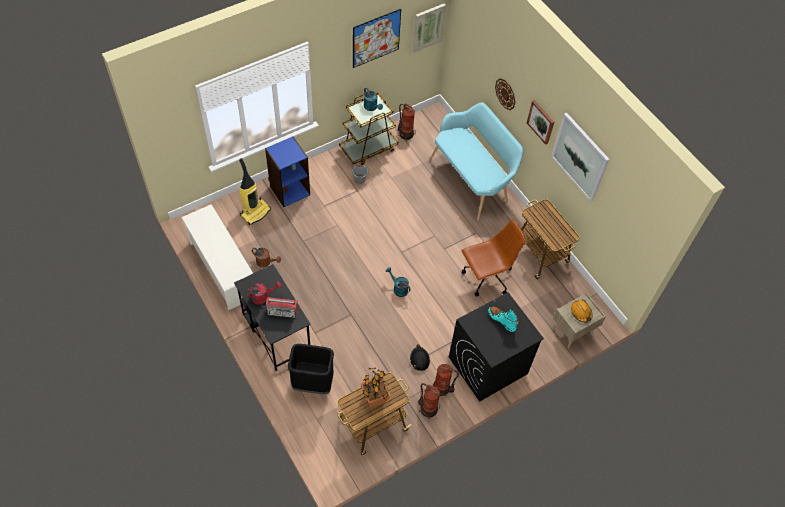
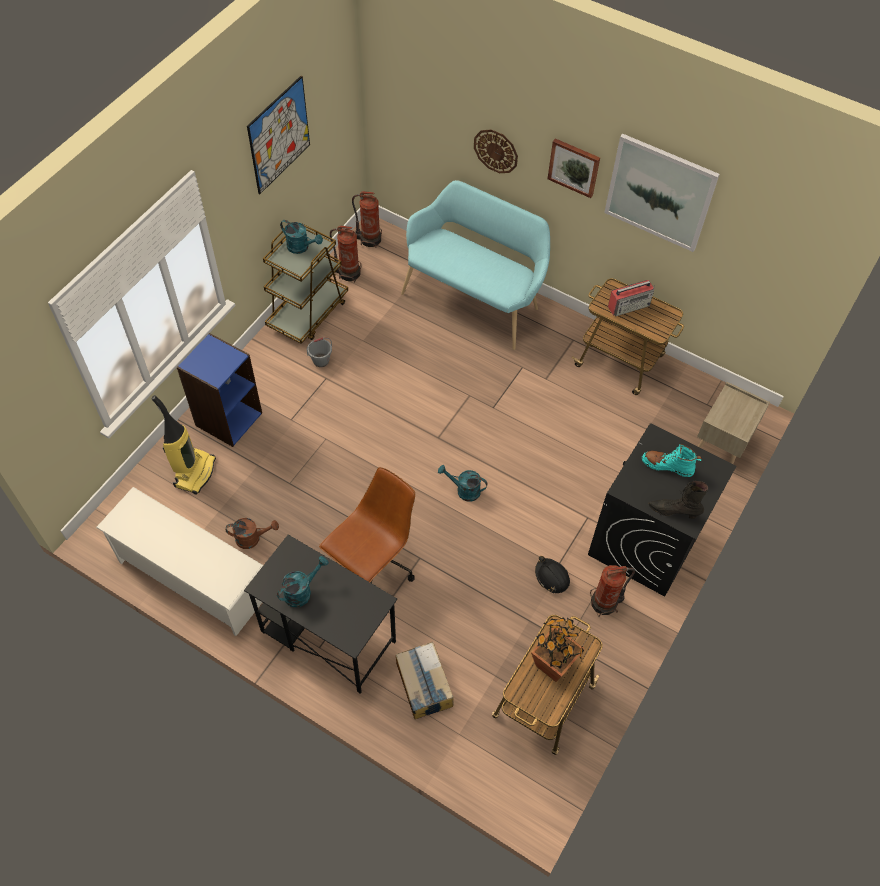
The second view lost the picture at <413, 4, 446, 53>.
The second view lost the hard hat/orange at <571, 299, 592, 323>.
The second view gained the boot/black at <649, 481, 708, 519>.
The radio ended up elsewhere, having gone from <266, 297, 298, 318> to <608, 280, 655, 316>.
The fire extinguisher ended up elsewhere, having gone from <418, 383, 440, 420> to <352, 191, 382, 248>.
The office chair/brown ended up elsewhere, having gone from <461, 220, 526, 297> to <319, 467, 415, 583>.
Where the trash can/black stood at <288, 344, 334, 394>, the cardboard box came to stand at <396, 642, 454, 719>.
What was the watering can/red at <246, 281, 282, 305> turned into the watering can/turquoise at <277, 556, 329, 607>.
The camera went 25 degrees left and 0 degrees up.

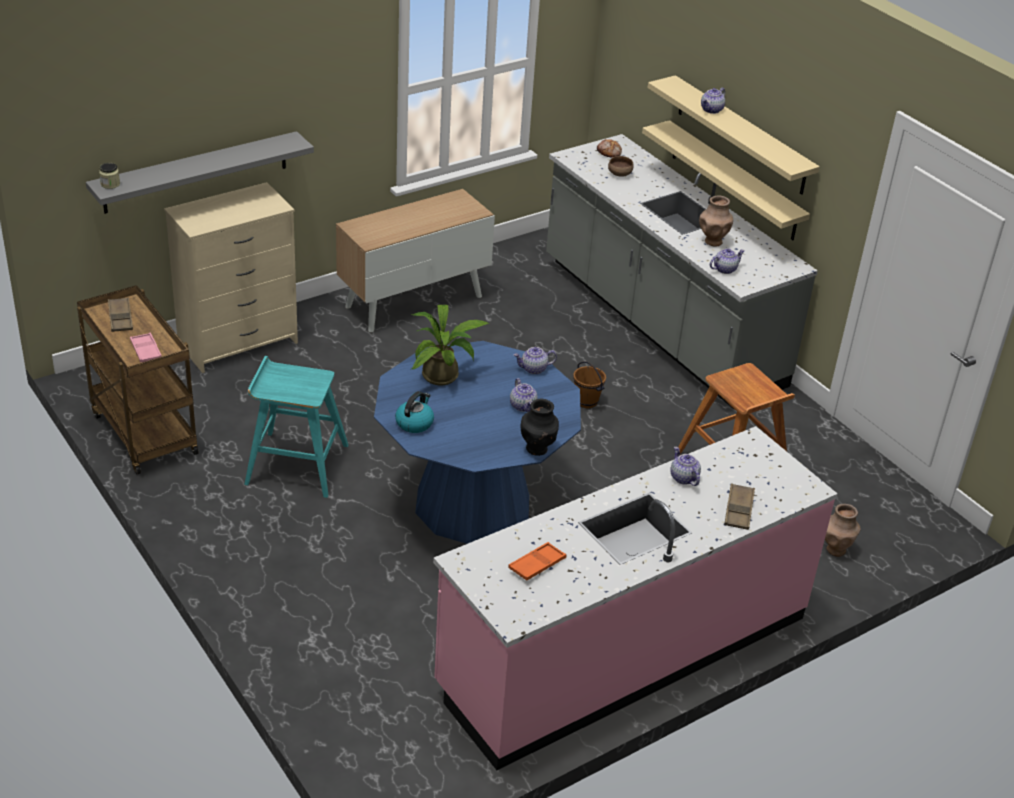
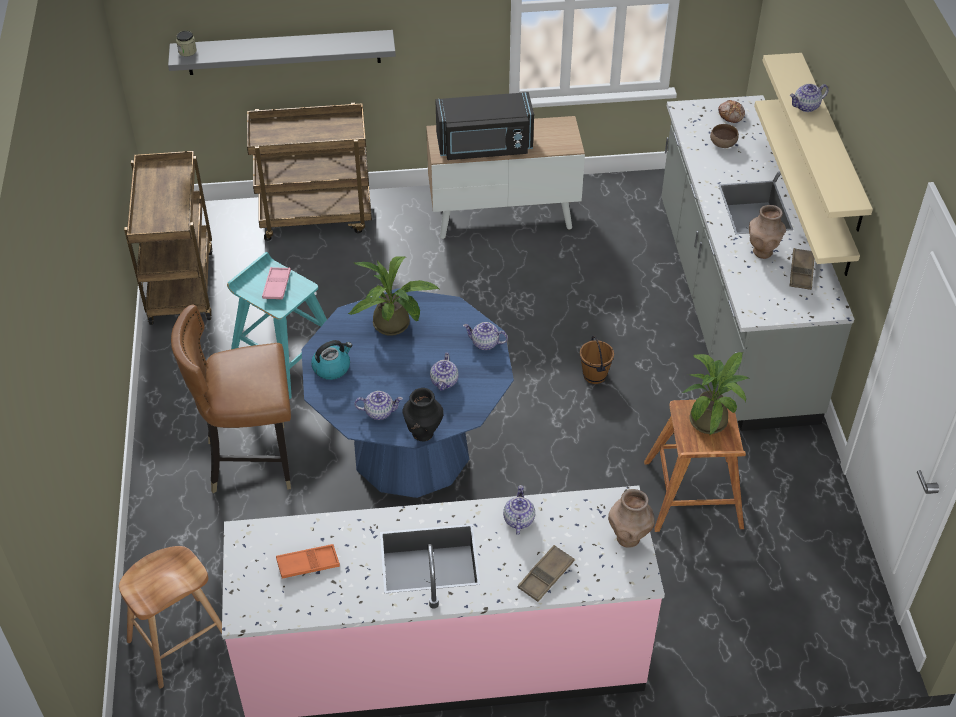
The second view gained the stool/brown at <119, 546, 222, 689>.
The second view gained the chair/brown at <171, 305, 291, 493>.
The second view gained the microwave/black at <435, 92, 534, 160>.
The second view gained the potted plant at <682, 352, 749, 435>.
The tray/brown ended up elsewhere, having gone from <108, 298, 133, 332> to <789, 248, 814, 290>.
The tray/pink ended up elsewhere, having gone from <130, 333, 162, 363> to <262, 267, 291, 300>.
The teapot ended up elsewhere, having gone from <710, 249, 745, 274> to <354, 391, 403, 420>.
The vase/brown ended up elsewhere, having gone from <825, 504, 861, 557> to <608, 489, 655, 548>.
Where the dresser/beige stood at <164, 182, 298, 373>, the cart/brown came to stand at <247, 103, 372, 241>.
The camera went 30 degrees right and 10 degrees up.

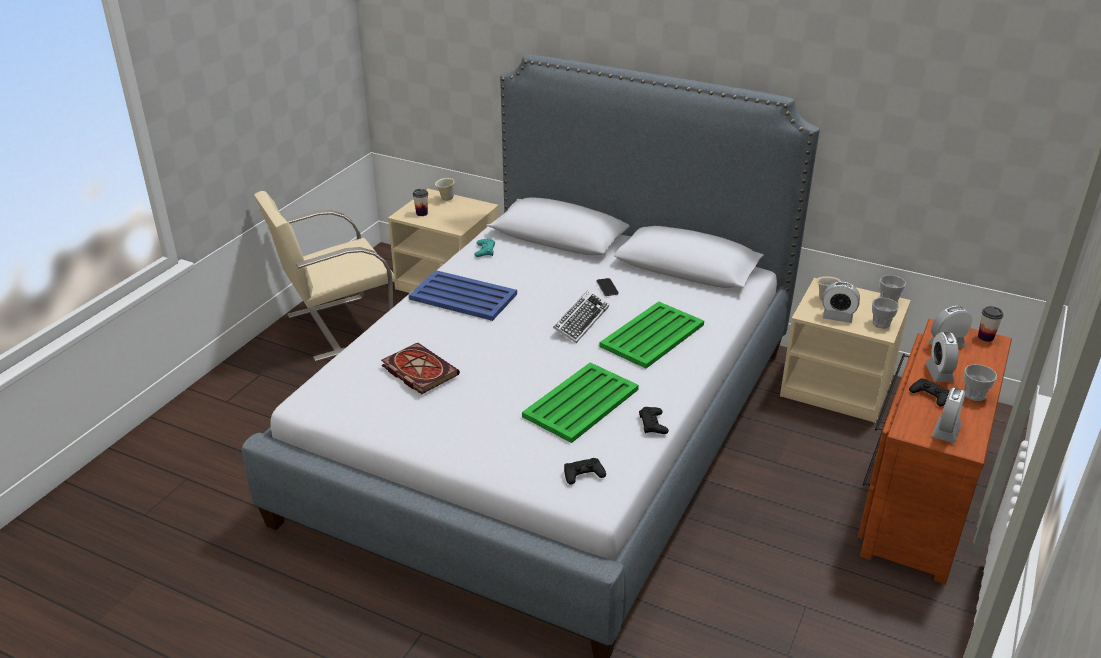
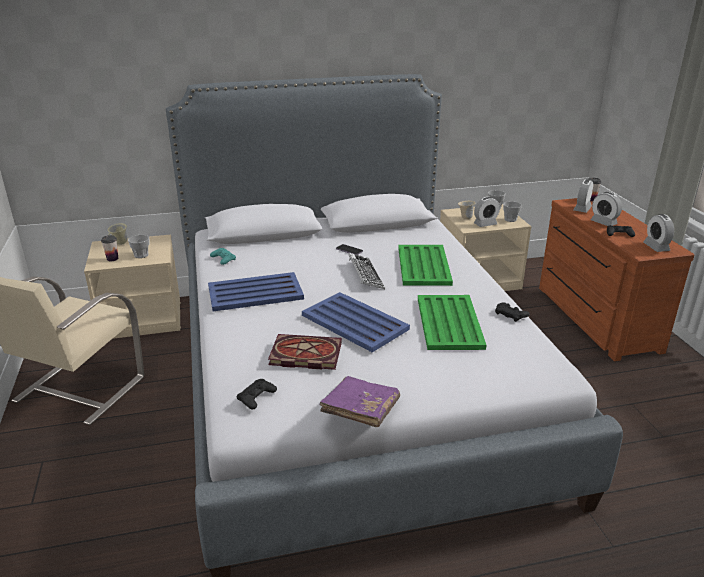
The second view gained the tray/blue at <302, 292, 410, 352>.
The second view gained the book/purple at <319, 376, 400, 427>.
The game controller/black ended up elsewhere, having gone from <564, 458, 606, 484> to <236, 379, 277, 410>.
The cup ended up elsewhere, having gone from <964, 364, 997, 401> to <128, 235, 149, 258>.
The camera went 40 degrees left and 5 degrees down.

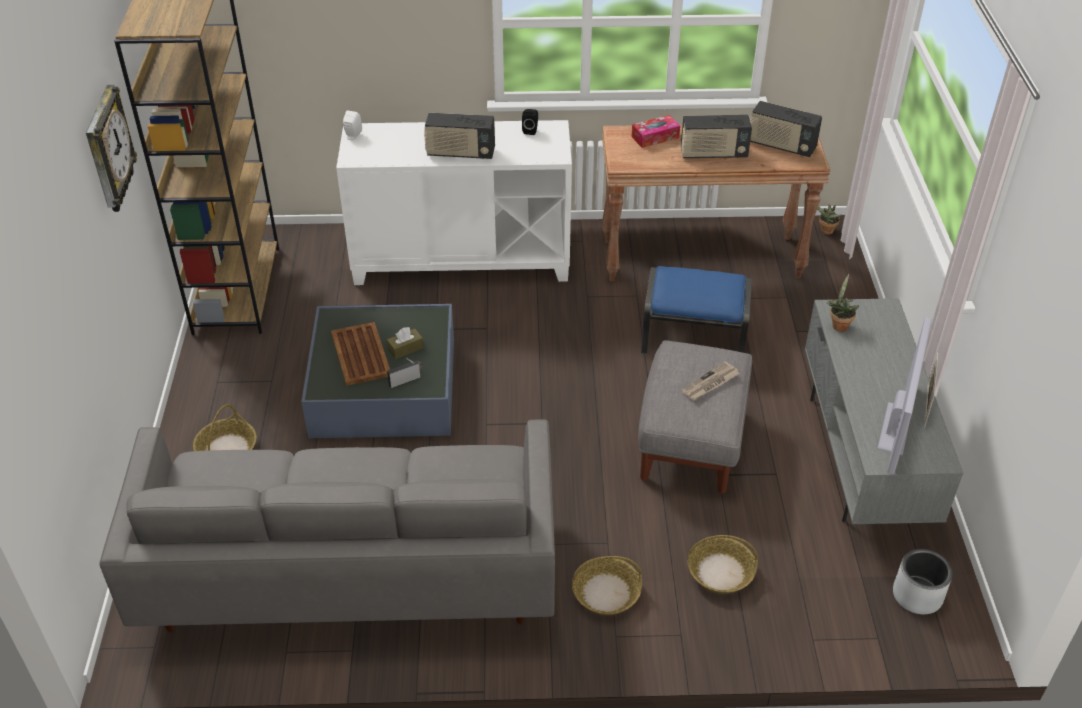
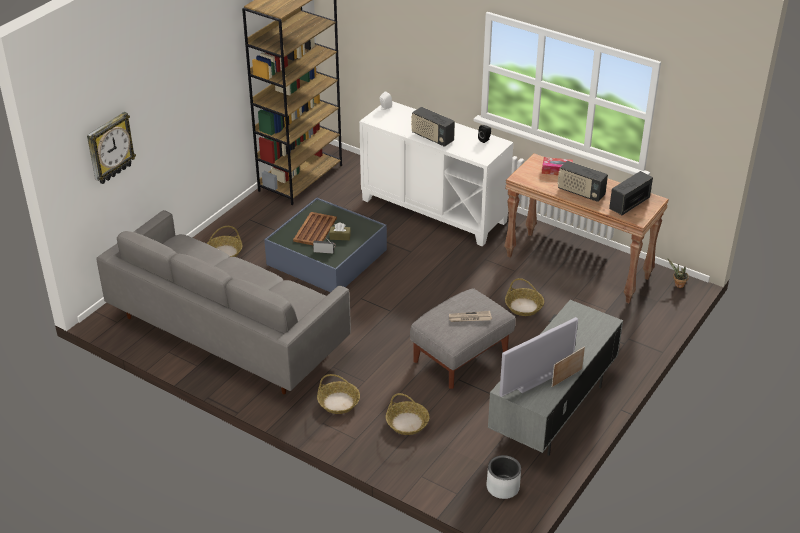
The second view lost the potted plant at <826, 274, 859, 332>.
The wall clock ended up elsewhere, having gone from <86, 85, 137, 212> to <87, 112, 136, 184>.
Where the ottoman/blue stood at <641, 266, 752, 354>, the basket came to stand at <505, 278, 544, 316>.
The radio at <750, 101, 822, 157> ended up facing another way, 75 degrees clockwise from before.
The camera went 35 degrees right and 5 degrees down.

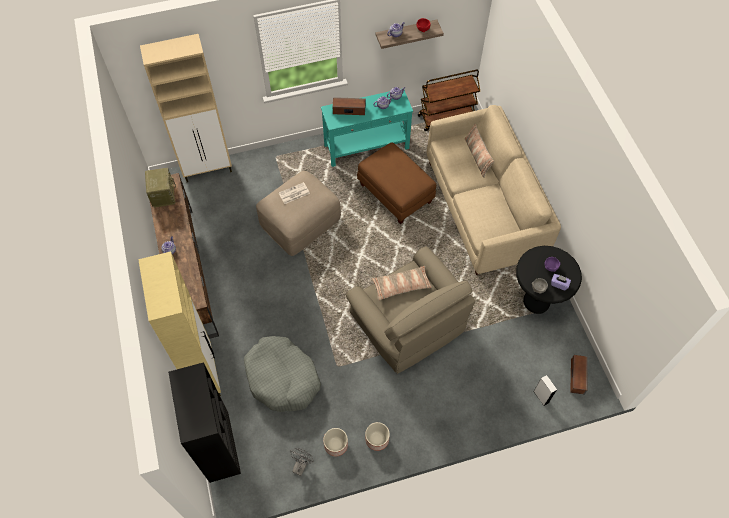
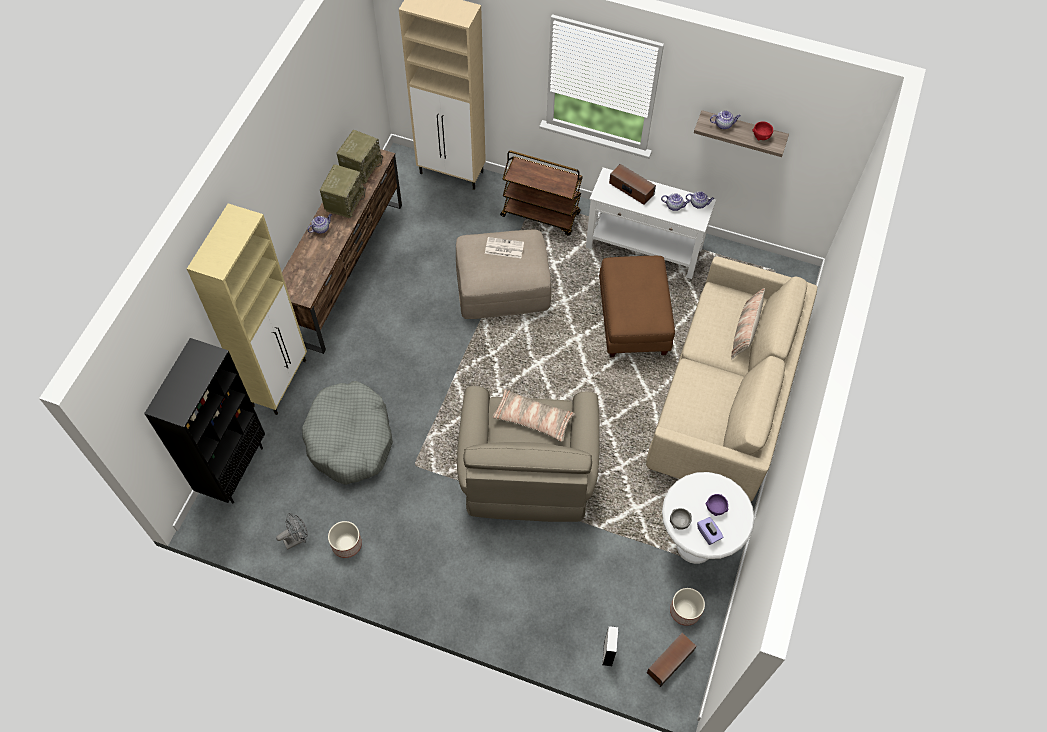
The second view gained the radio at <320, 164, 366, 218>.
The planter ended up elsewhere, having gone from <365, 422, 390, 451> to <670, 588, 705, 626>.
The cart/brown ended up elsewhere, having gone from <418, 70, 480, 131> to <500, 151, 583, 236>.
What was the console table/turquoise at <321, 88, 413, 167> turned into the console table/white at <586, 168, 716, 279>.
What was the side table/black at <516, 246, 582, 314> turned into the side table/white at <662, 472, 755, 564>.
The camera went 35 degrees right and 0 degrees up.

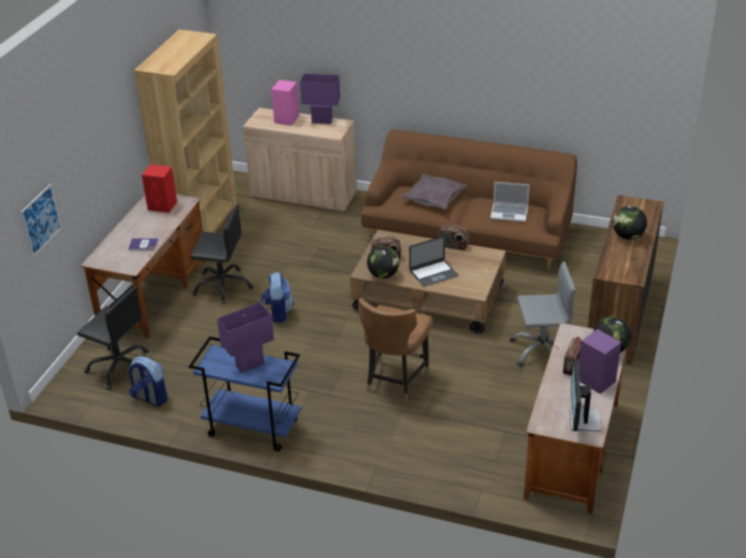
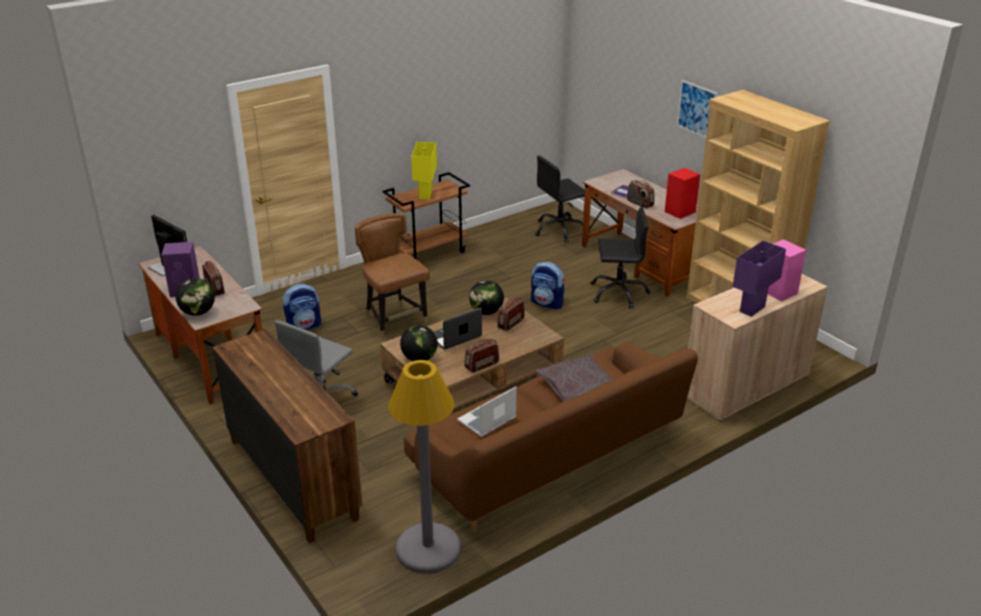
The second view gained the floor lamp/grey at <388, 360, 461, 574>.
The second view gained the radio at <627, 180, 654, 209>.
The picture ended up elsewhere, having gone from <21, 184, 62, 257> to <677, 80, 718, 138>.
The backpack ended up elsewhere, having gone from <128, 356, 168, 407> to <283, 283, 321, 330>.
The globe ended up elsewhere, having gone from <613, 206, 647, 240> to <400, 325, 438, 361>.
What was the cart/blue at <189, 336, 301, 452> turned into the cart/brown at <382, 172, 470, 259>.
What was the table lamp/purple at <217, 302, 274, 373> turned into the table lamp/yellow at <411, 142, 437, 200>.
The office chair/black at <190, 205, 253, 305> ended up facing another way, 135 degrees counterclockwise from before.
The laptop at <409, 236, 458, 287> ended up facing another way, 45 degrees clockwise from before.
The camera went 125 degrees right and 5 degrees down.

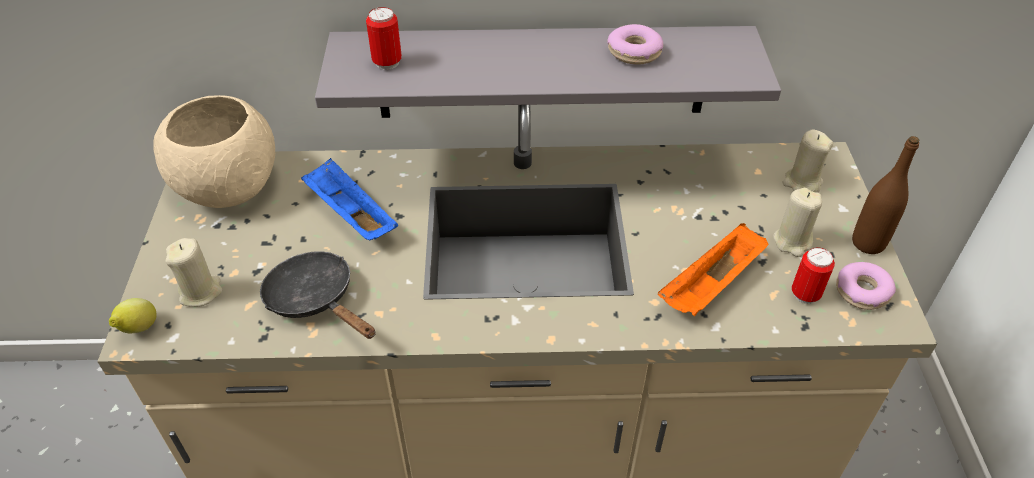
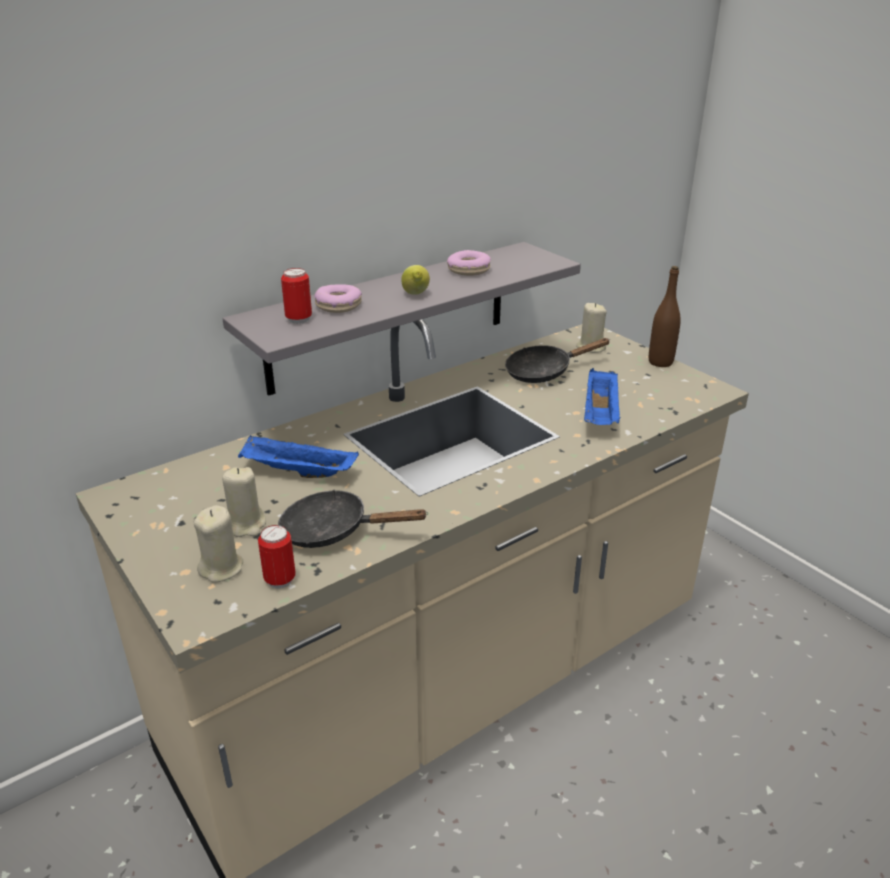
The second view lost the bowl/beige at <154, 95, 275, 208>.
The second view gained the frying pan/black at <505, 338, 610, 383>.
The lemon ended up elsewhere, having gone from <109, 298, 157, 333> to <401, 265, 430, 295>.
The candle/beige ended up elsewhere, having gone from <773, 188, 822, 257> to <222, 467, 266, 537>.
The can ended up elsewhere, having gone from <792, 247, 835, 304> to <258, 525, 295, 589>.
The donut ended up elsewhere, having gone from <836, 262, 896, 310> to <314, 284, 362, 313>.
What was the tray/orange at <658, 223, 768, 316> turned into the tray/blue at <584, 368, 620, 425>.
The camera went 35 degrees left and 15 degrees down.

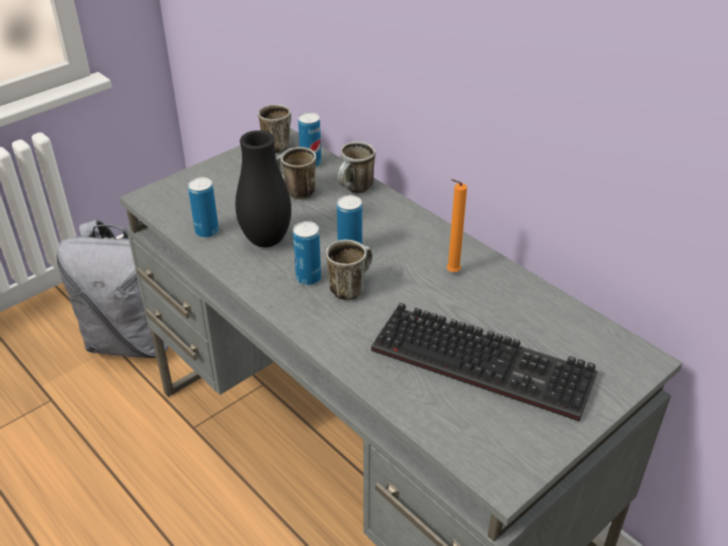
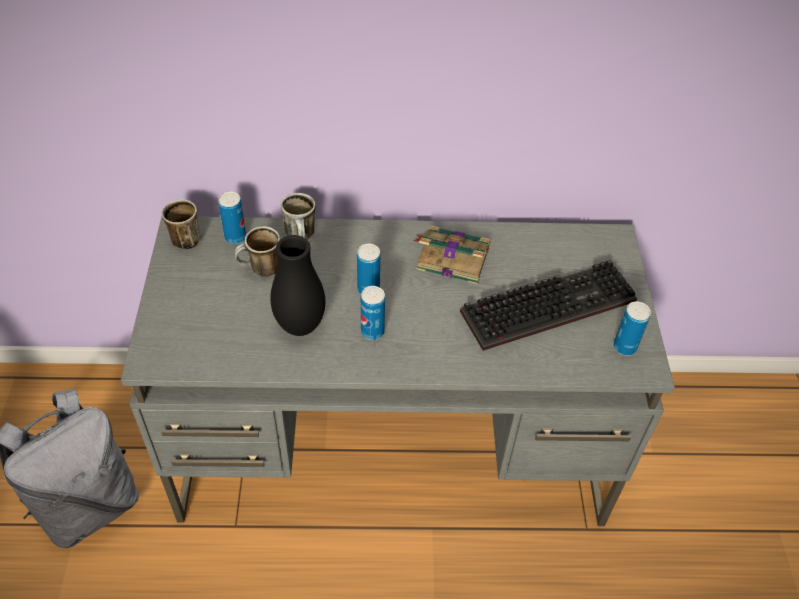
The second view lost the mug at <326, 240, 373, 300>.
The can ended up elsewhere, having gone from <188, 177, 219, 238> to <613, 301, 651, 356>.
Where the candle/orange stood at <447, 179, 467, 272>, the book came to stand at <414, 225, 491, 284>.
The camera went 50 degrees left and 10 degrees up.

